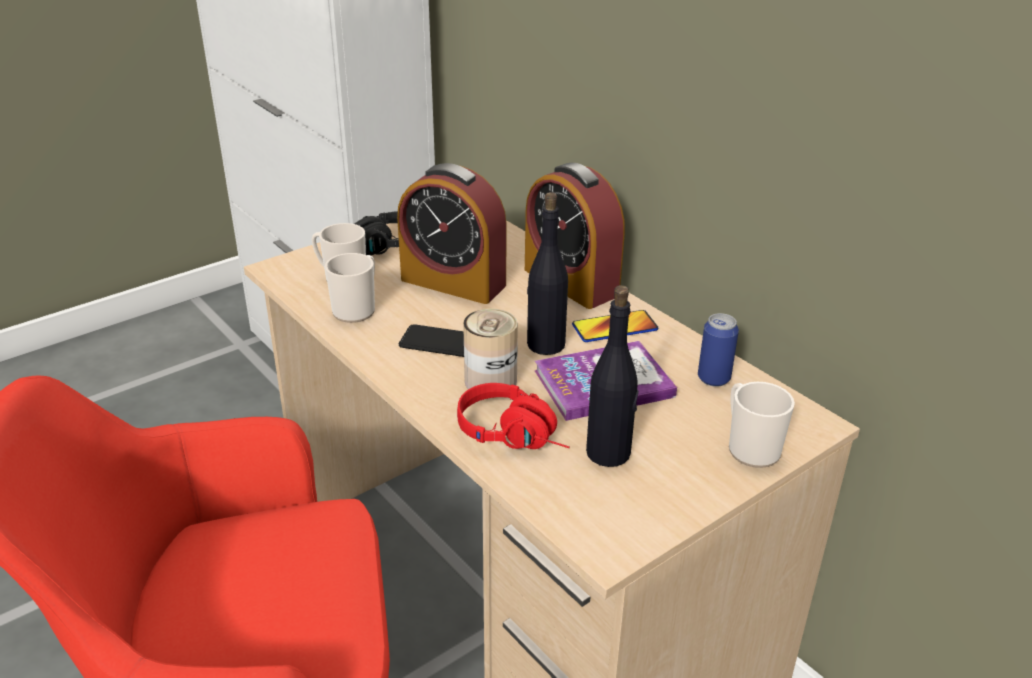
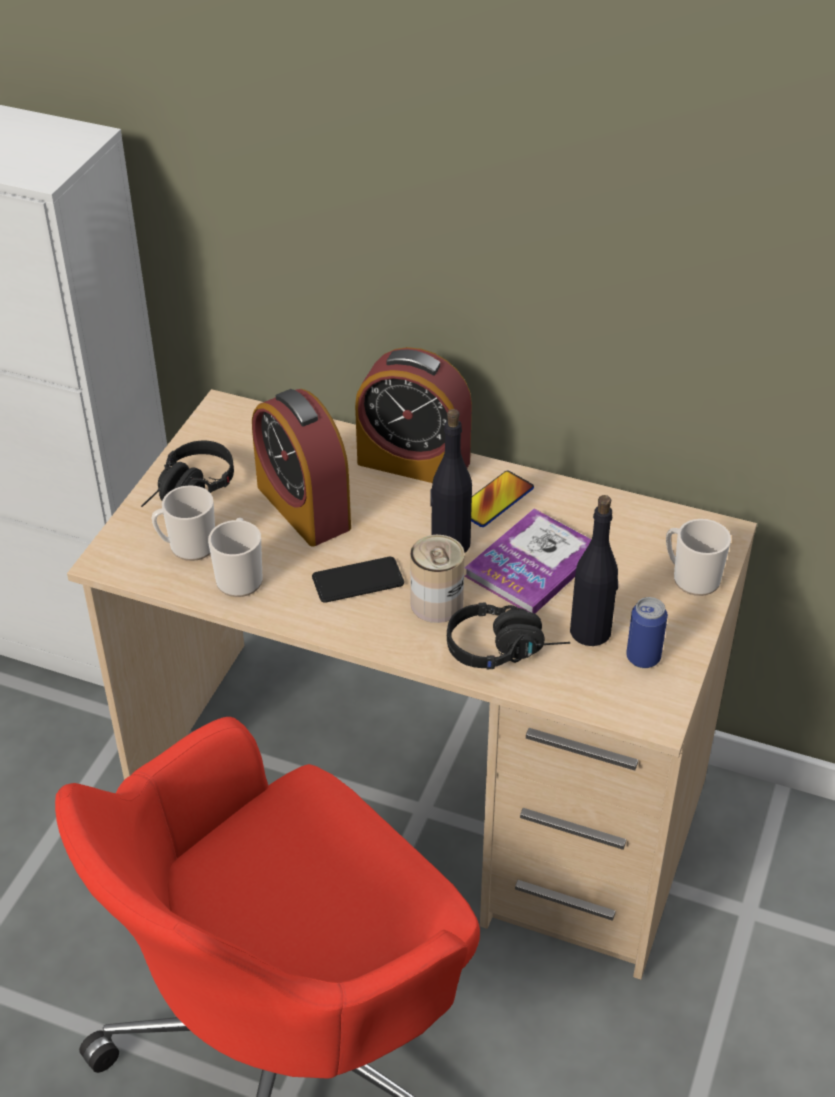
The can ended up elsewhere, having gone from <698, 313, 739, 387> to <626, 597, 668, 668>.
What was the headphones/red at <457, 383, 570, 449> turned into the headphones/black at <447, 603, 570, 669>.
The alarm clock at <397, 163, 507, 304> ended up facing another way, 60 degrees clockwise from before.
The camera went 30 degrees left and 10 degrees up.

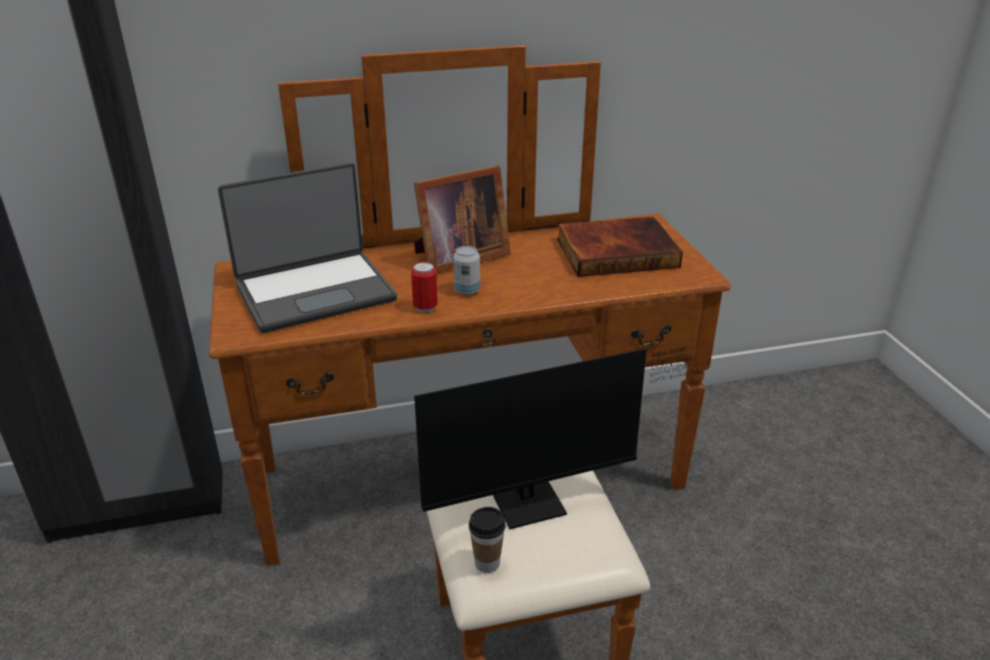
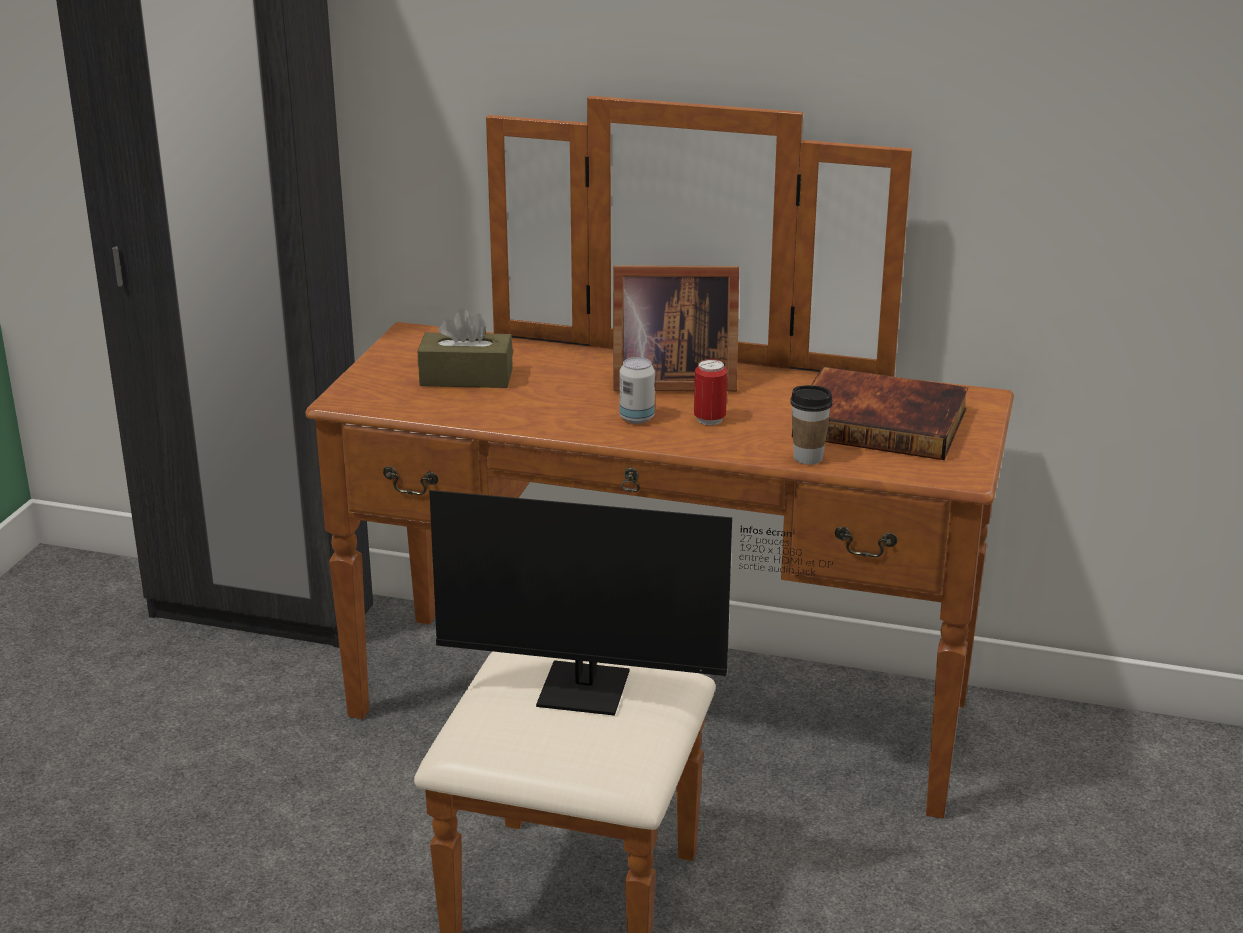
The can ended up elsewhere, having gone from <411, 262, 438, 313> to <694, 359, 727, 425>.
The cup ended up elsewhere, having gone from <469, 507, 505, 573> to <790, 385, 833, 465>.
Where the laptop stood at <218, 162, 397, 333>, the tissue box/brown came to stand at <418, 308, 513, 388>.
The camera went 30 degrees right and 5 degrees down.

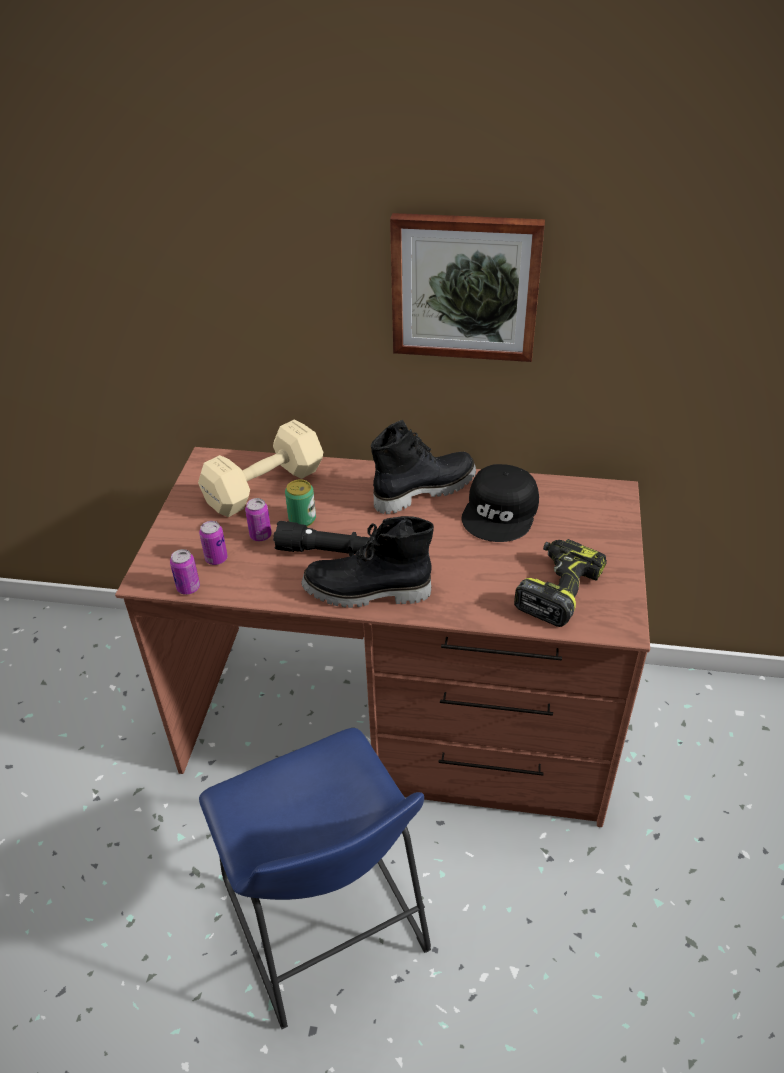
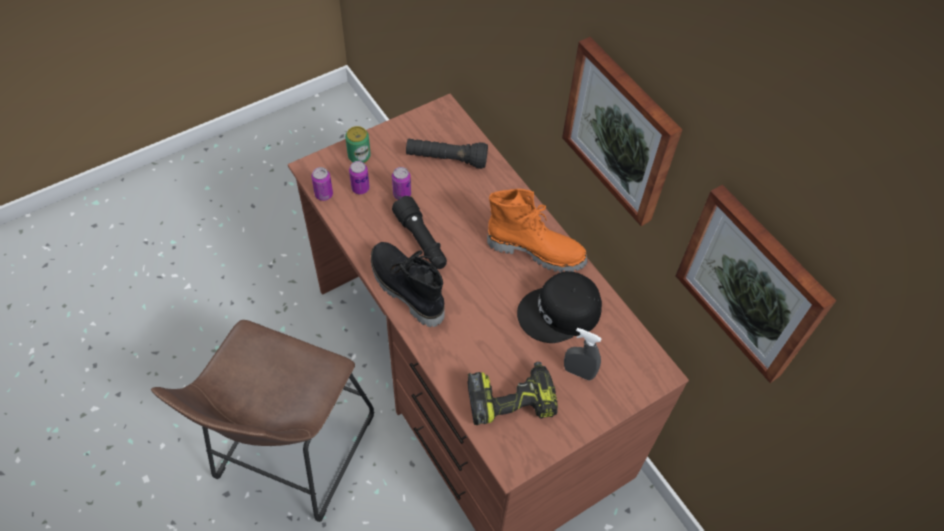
The second view gained the spray bottle/grey at <564, 328, 602, 381>.
The second view gained the picture at <675, 184, 836, 383>.
The can ended up elsewhere, having gone from <285, 479, 316, 527> to <345, 126, 371, 163>.
Where the dumbbell/beige stood at <198, 420, 323, 517>, the flashlight/black came to stand at <406, 139, 488, 169>.
What was the stool/blue at <199, 728, 431, 1029> turned into the stool/brown at <151, 320, 374, 522>.
What was the boot/black at <371, 420, 476, 514> turned into the boot/orange at <487, 189, 587, 272>.
The camera went 45 degrees right and 15 degrees up.

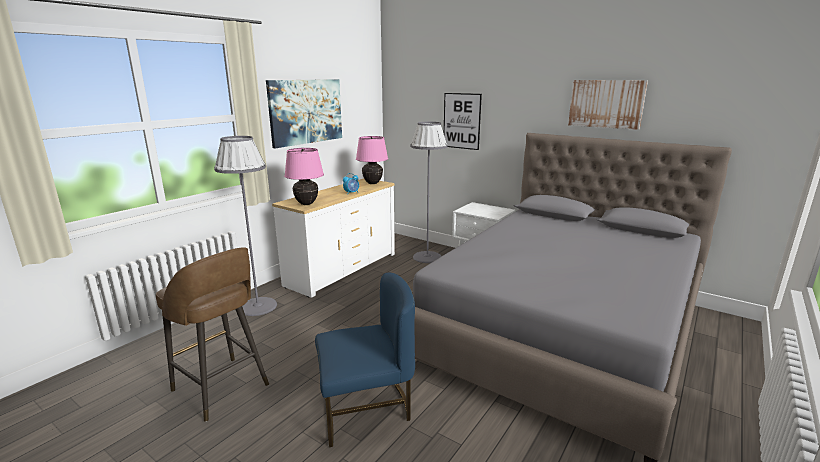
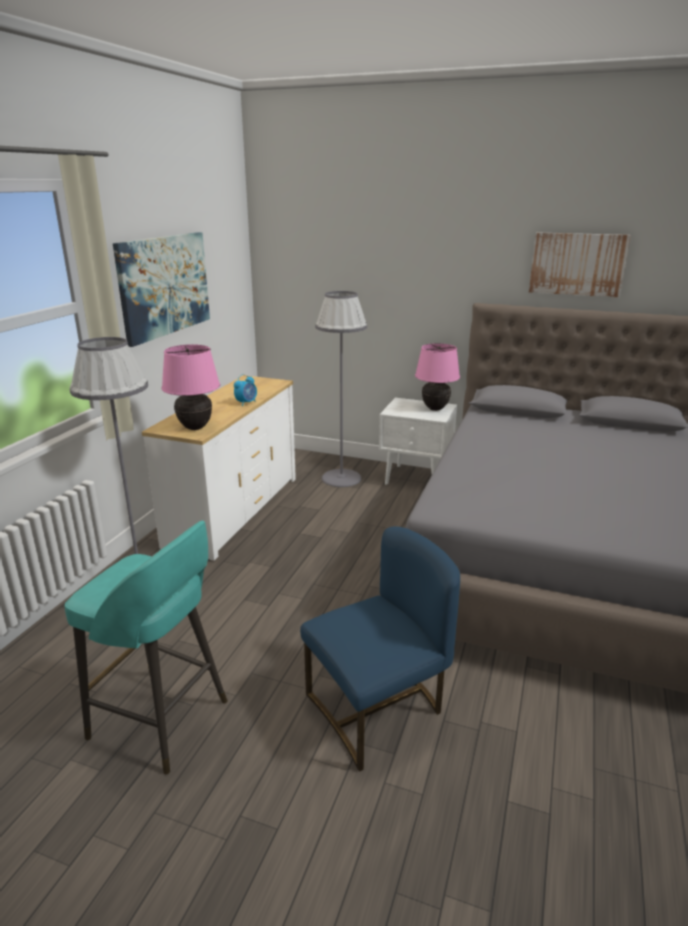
The second view lost the picture at <444, 93, 482, 150>.
The table lamp/pink ended up elsewhere, having gone from <356, 136, 388, 184> to <415, 343, 460, 411>.
What was the stool/brown at <156, 247, 269, 422> turned into the stool/turquoise at <65, 521, 228, 775>.
The camera went 15 degrees left and 5 degrees up.

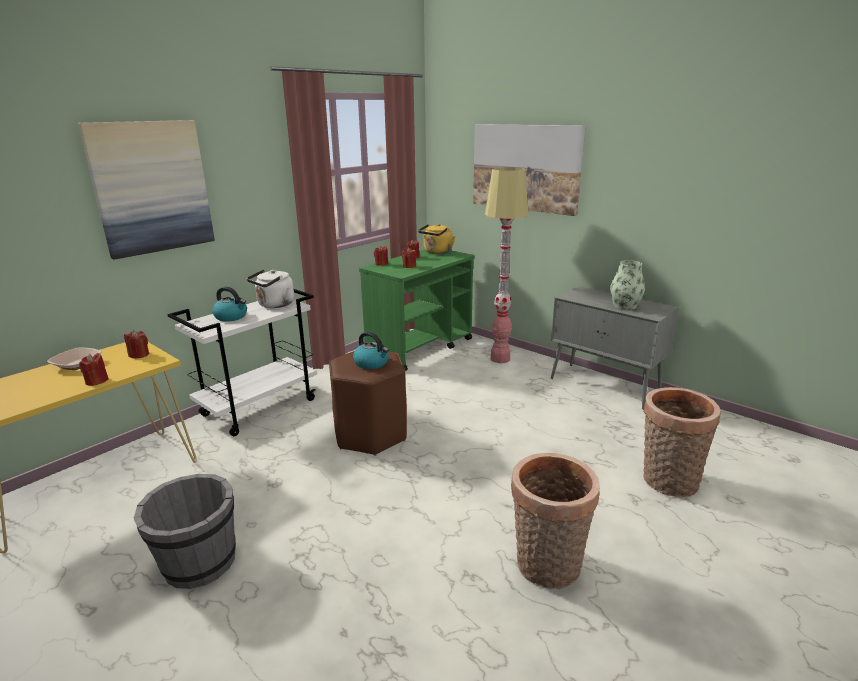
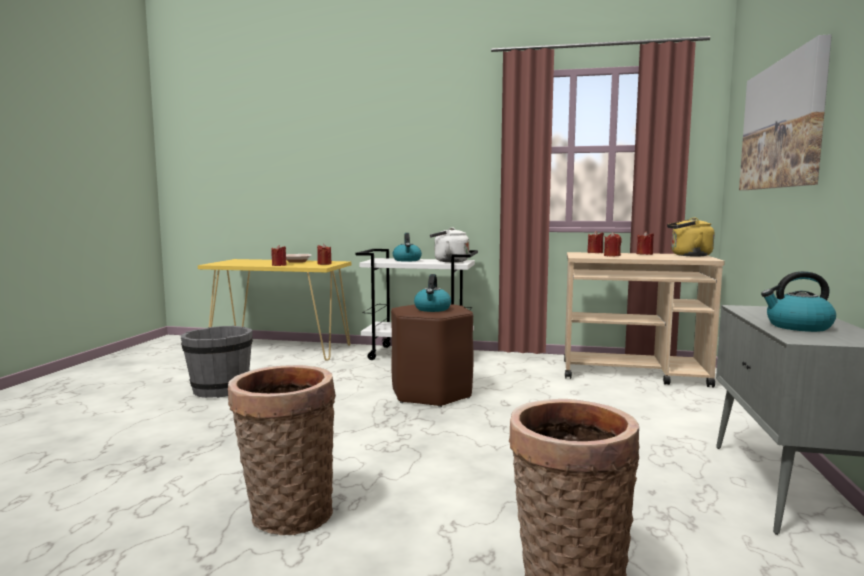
The second view lost the picture at <78, 120, 215, 259>.
The second view lost the floor lamp at <485, 167, 529, 363>.
Where the vase stood at <610, 260, 645, 310>, the kettle came to stand at <761, 271, 836, 332>.
What was the cart/green at <359, 249, 475, 371> turned into the cart/beige at <564, 252, 725, 387>.
The camera went 60 degrees right and 15 degrees down.

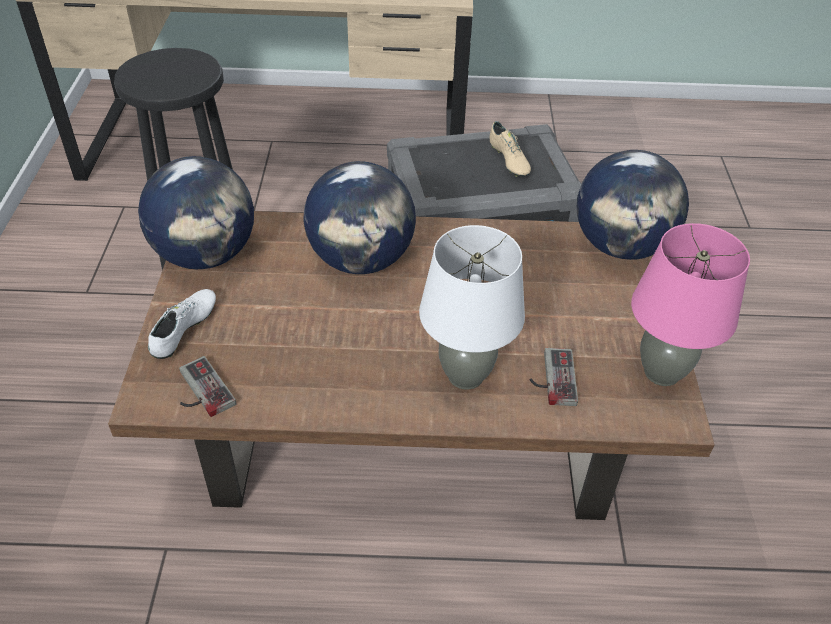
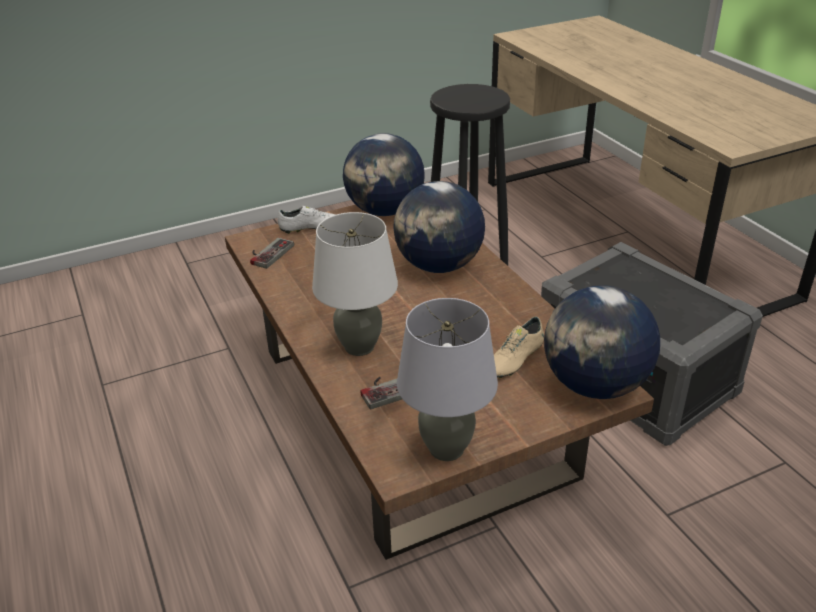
The shoe/beige ended up elsewhere, having gone from <490, 121, 531, 177> to <494, 317, 544, 378>.
What was the table lamp/pink at <631, 223, 750, 386> turned into the table lamp/grey at <397, 298, 498, 461>.
The camera went 65 degrees right and 10 degrees down.

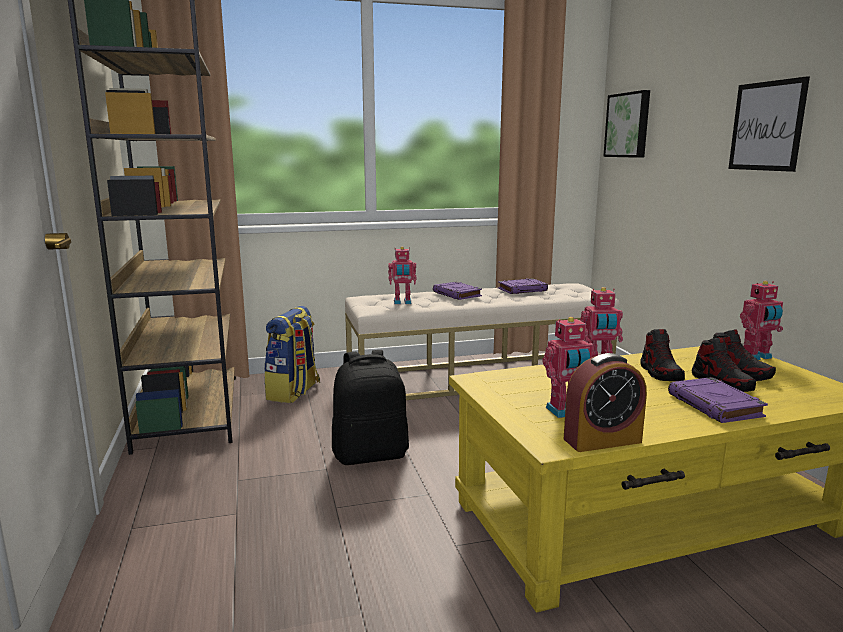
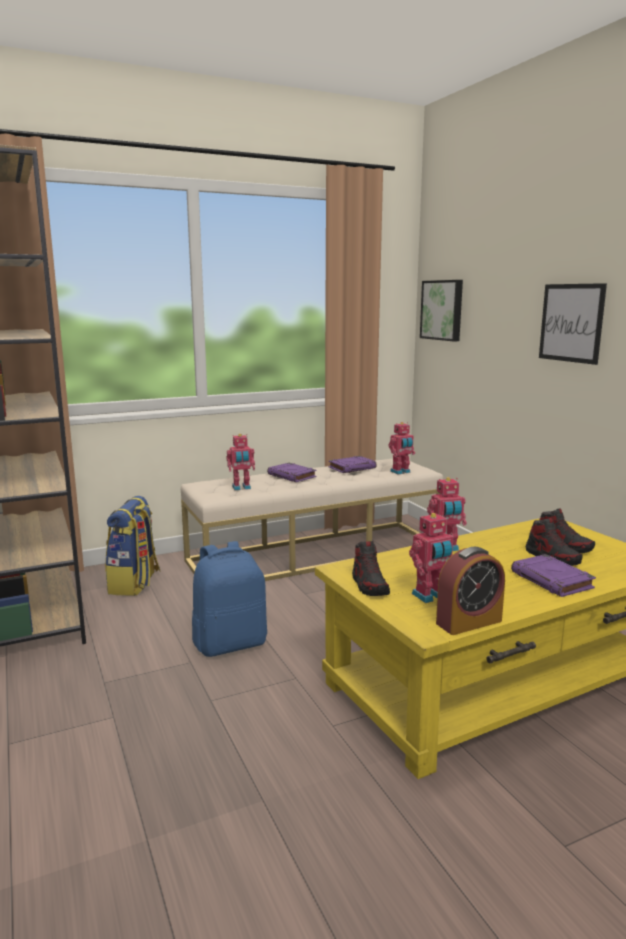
The shoe ended up elsewhere, having gone from <640, 329, 685, 381> to <352, 541, 390, 596>.
The toy robot ended up elsewhere, having gone from <740, 281, 783, 360> to <388, 422, 415, 474>.
What was the backpack/black at <332, 350, 409, 465> turned into the backpack/blue at <192, 541, 267, 657>.
The camera went 10 degrees left and 0 degrees up.

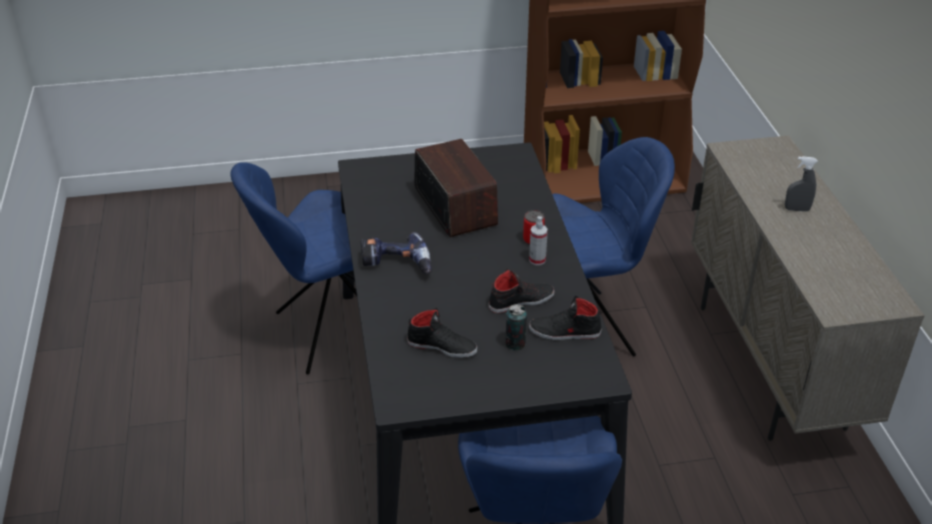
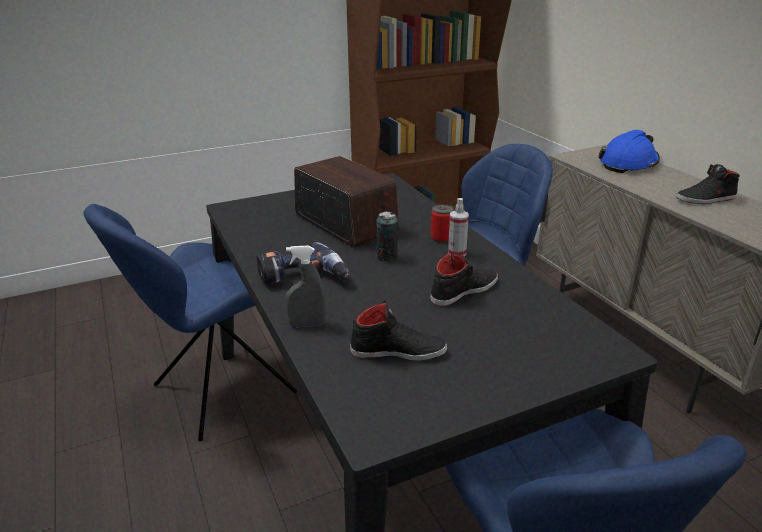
The second view gained the hard hat/blue at <599, 130, 660, 173>.
The can ended up elsewhere, having gone from <505, 304, 527, 350> to <376, 211, 398, 262>.
The shoe/black ended up elsewhere, having gone from <529, 296, 601, 340> to <676, 164, 740, 204>.
The spray bottle/grey ended up elsewhere, having gone from <785, 156, 818, 212> to <285, 245, 326, 327>.
The camera went 15 degrees left and 10 degrees down.

